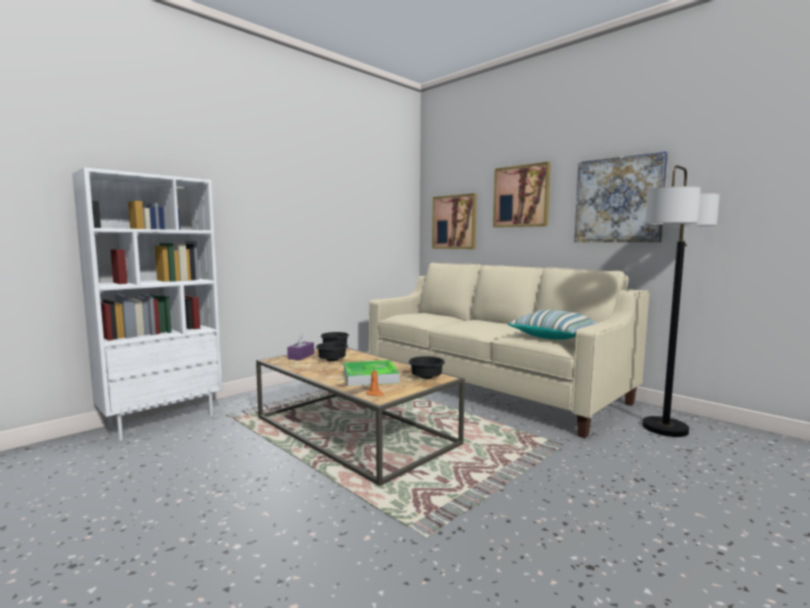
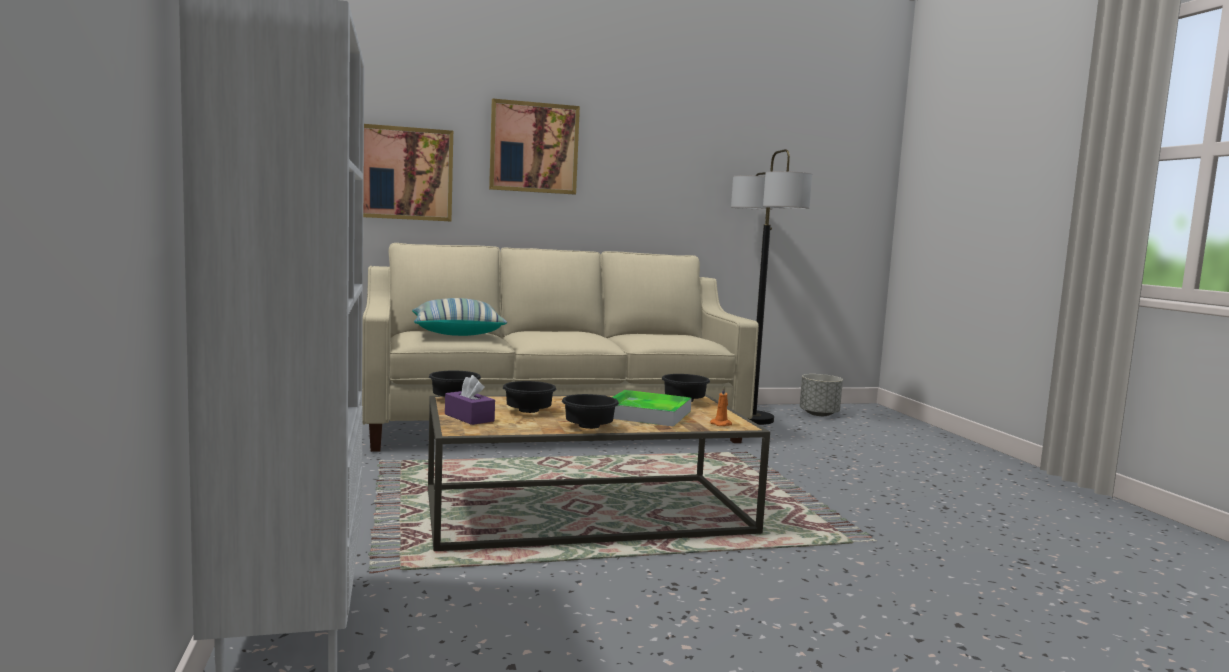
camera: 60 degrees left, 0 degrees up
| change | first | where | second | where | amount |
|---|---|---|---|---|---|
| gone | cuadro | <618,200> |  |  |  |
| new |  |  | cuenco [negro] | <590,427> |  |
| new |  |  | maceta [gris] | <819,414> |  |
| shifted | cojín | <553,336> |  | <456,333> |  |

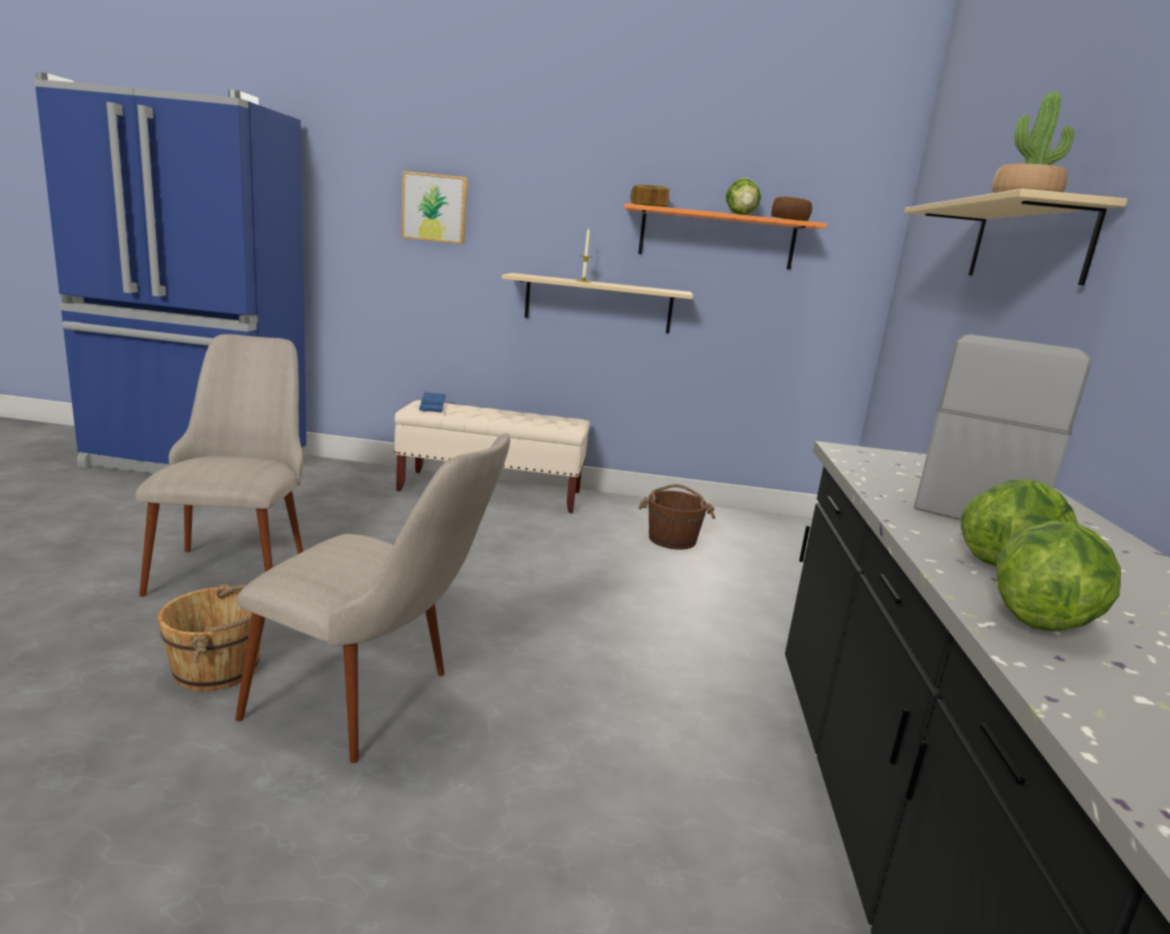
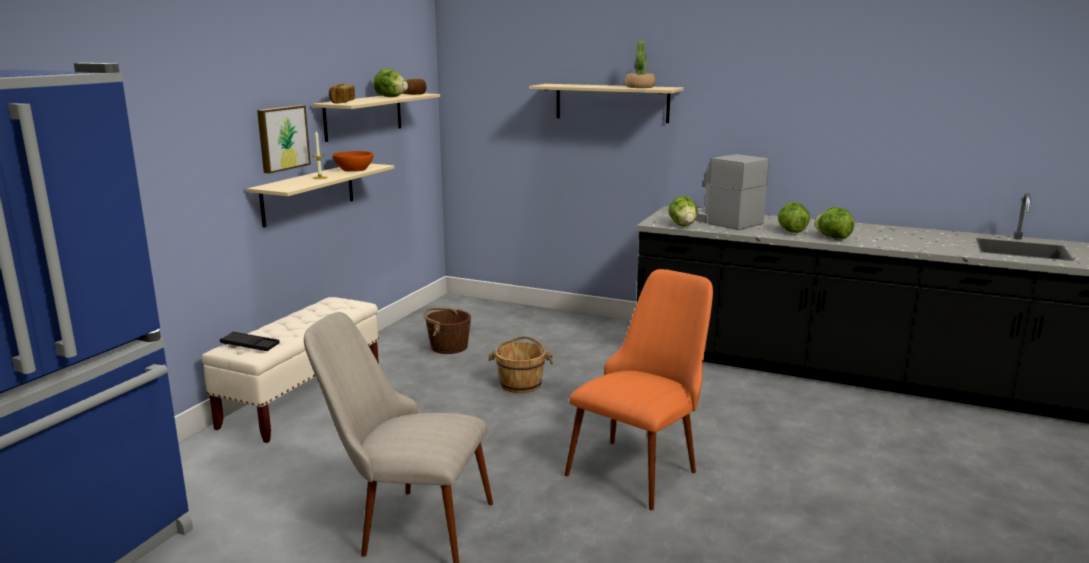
camera: 70 degrees left, 0 degrees up
| change | first | where | second | where | amount |
|---|---|---|---|---|---|
| new |  |  | cuenco [naranja] | <354,169> |  |
| new |  |  | lechuga | <683,225> |  |
| shifted | cubo [marrón] | <219,669> |  | <521,384> |  |
| shifted | cuadro | <435,208> |  | <282,138> |  |
| repainted | silla [beis] | <376,704> | silla [naranja] | <642,464> |  |
| repainted | bandeja [azul] | <432,406> | bandeja [negro] | <250,345> |  |
| repainted | estante [naranja] | <716,238> | estante [beis] | <363,116> |  |

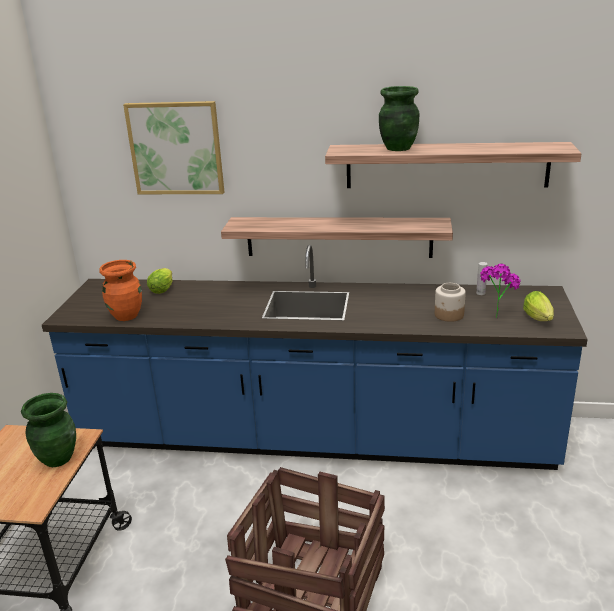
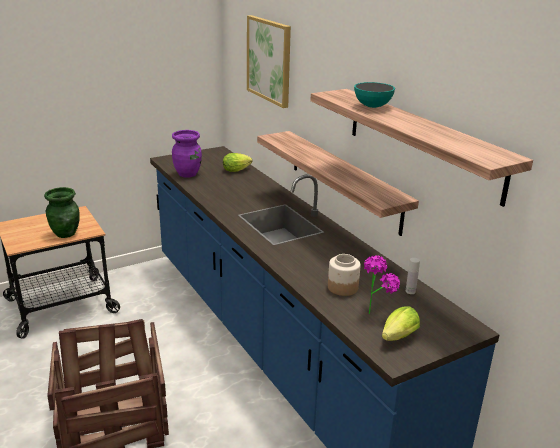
camera: 50 degrees right, 0 degrees up
| change | first | where | second | where | amount |
|---|---|---|---|---|---|
| swapped | florero [verde] | <397,148> | cuenco | <372,106> |  |
| repainted | florero [naranja] | <126,315> | florero [morado] | <188,174> |  |

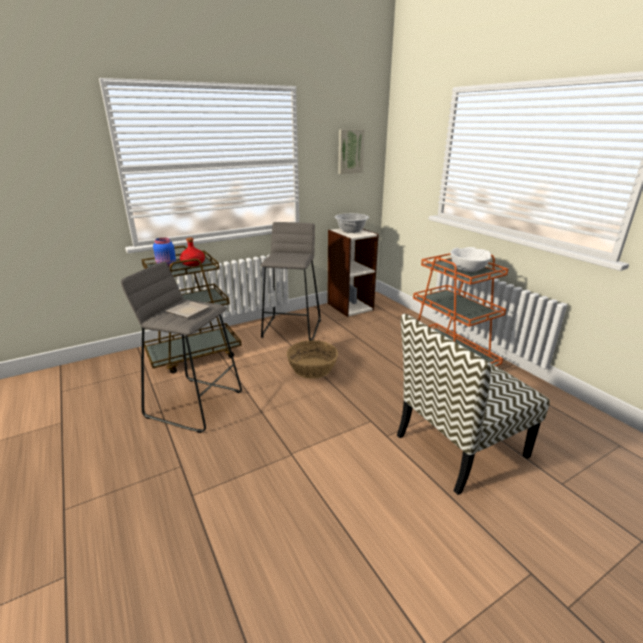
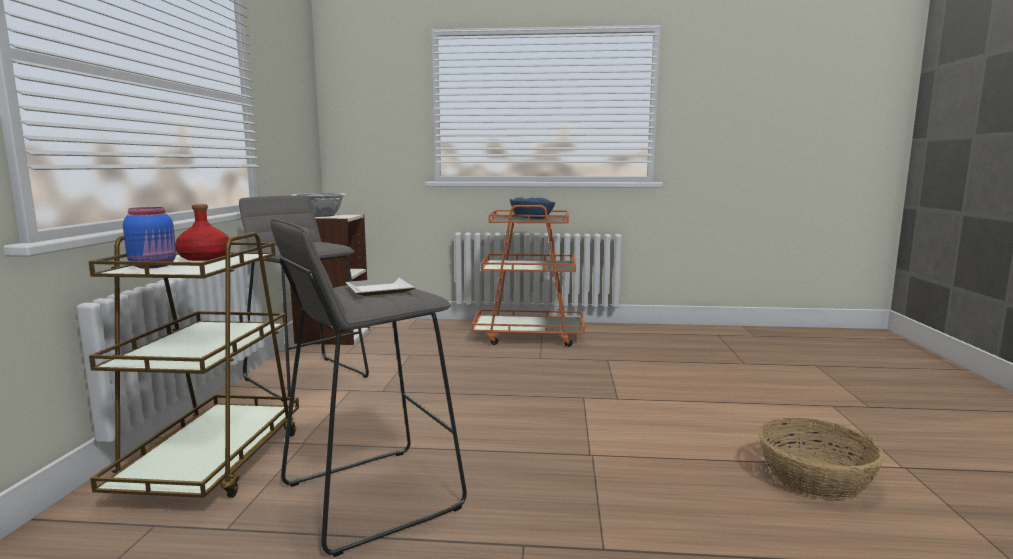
camera: 55 degrees left, 15 degrees down
| change | first | where | second | where | amount |
|---|---|---|---|---|---|
| gone | cuadro | <350,151> |  |  |  |
| gone | silla | <459,447> |  |  |  |
| shifted | cesta | <312,368> |  | <816,478> |  |
| repainted | cuenco [blanco] | <468,268> | cuenco [azul] | <532,218> |  |

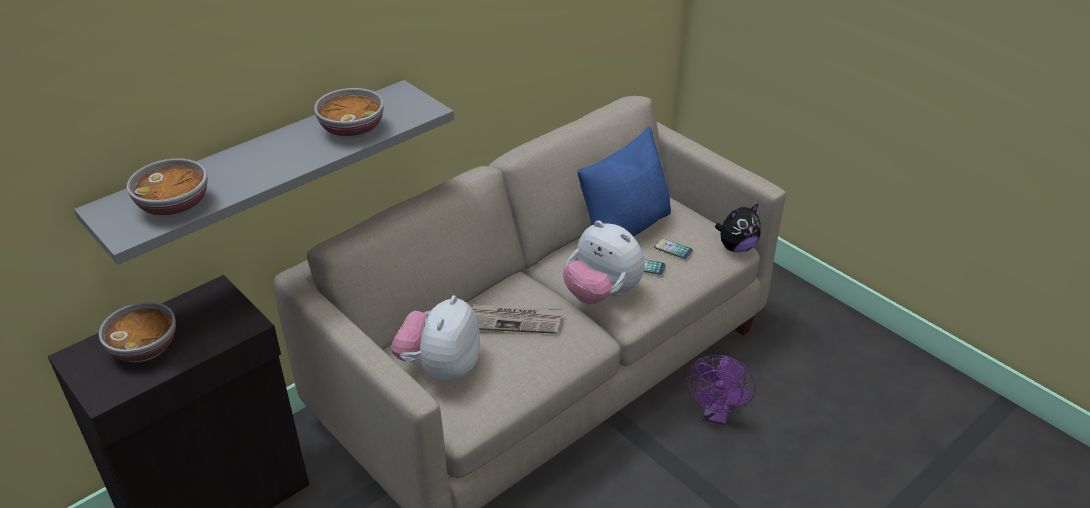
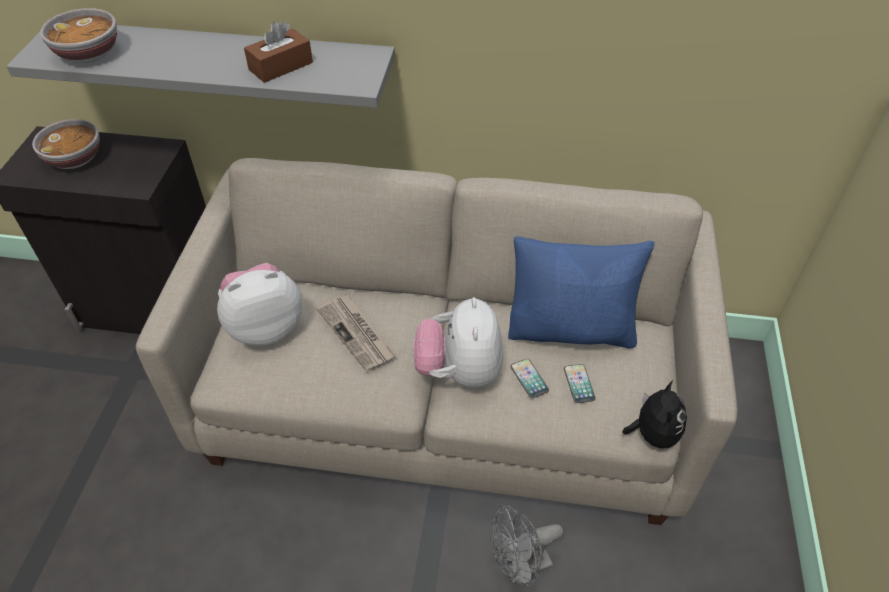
camera: 50 degrees right, 10 degrees up
| change | first | where | second | where | amount |
|---|---|---|---|---|---|
| swapped | cuenco | <352,129> | caja de pañuelos [marrón] | <281,66> |  |
| repainted | ventilador [morado] | <716,414> | ventilador [gris] | <519,567> |  |
| rotated | peluche | <736,247> |  | <652,434> | 105 degrees counterclockwise |

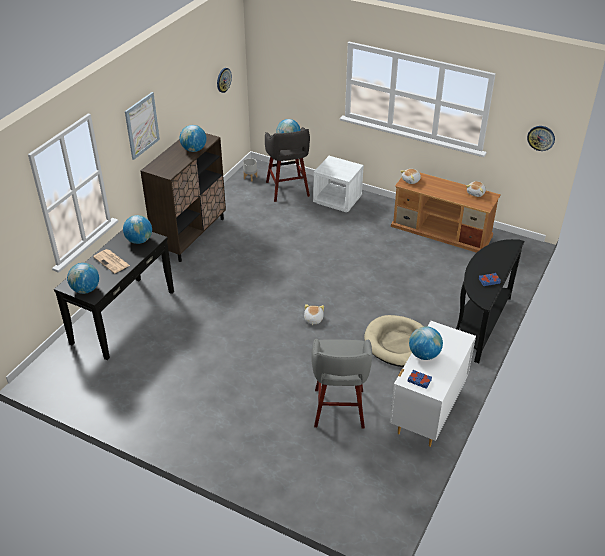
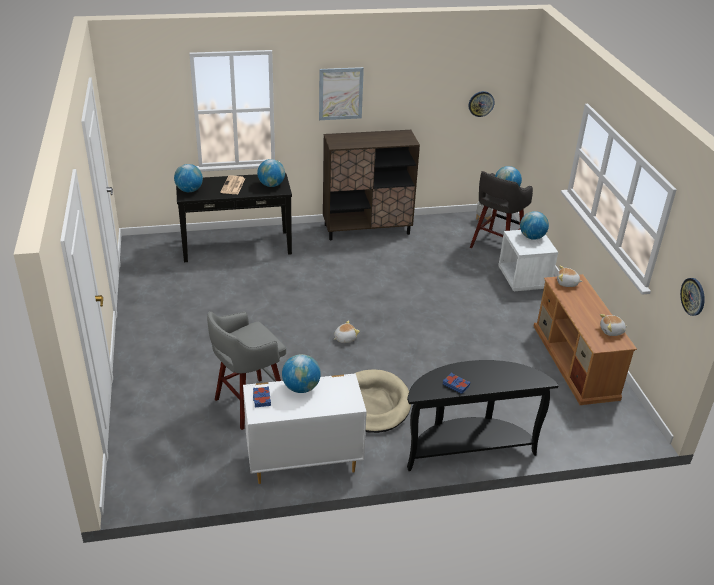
camera: 50 degrees right, 5 degrees down
| change | first | where | second | where | amount |
|---|---|---|---|---|---|
| shifted | globo terráqueo | <194,149> |  | <532,237> |  |

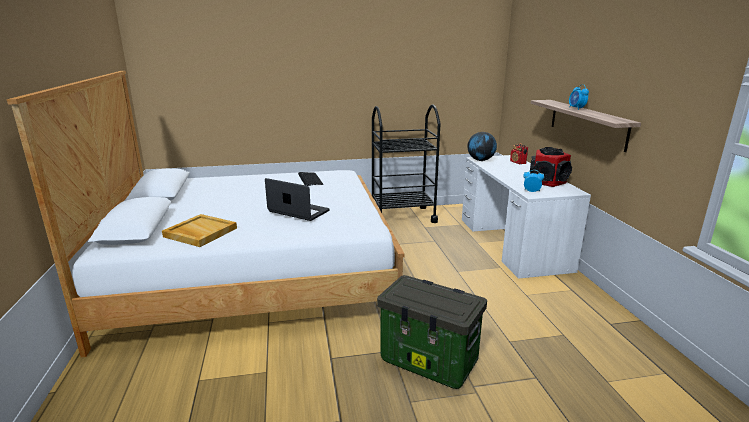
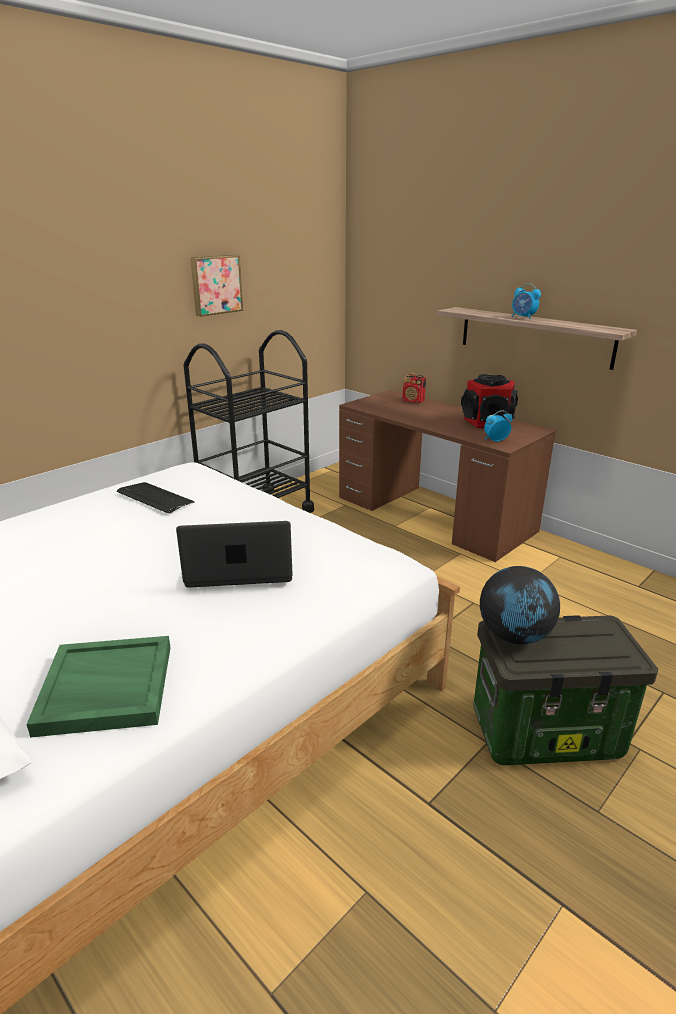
camera: 35 degrees left, 5 degrees up
| change | first | where | second | where | amount |
|---|---|---|---|---|---|
| new |  |  | cuadro | <215,285> |  |
| shifted | globo terráqueo | <481,160> |  | <514,636> |  |
| repainted | bandeja [beis] | <200,232> | bandeja [verde] | <105,689> |  |
| repainted | escritorio [blanco] | <512,243> | escritorio [marrón] | <433,514> |  |

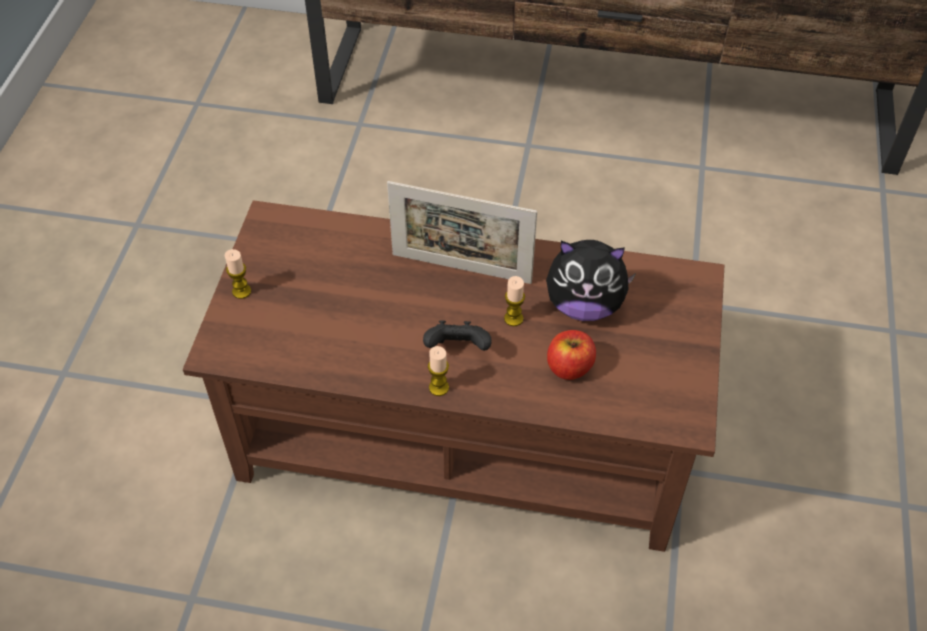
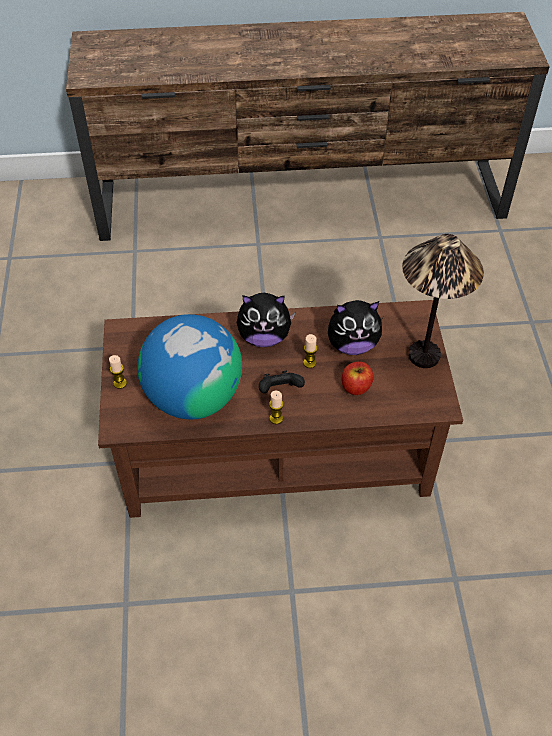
camera: 15 degrees left, 0 degrees up
| change | first | where | second | where | amount |
|---|---|---|---|---|---|
| new |  |  | globo terráqueo | <193,397> |  |
| new |  |  | lámpara de mesa | <424,356> |  |
| swapped | portarretratos | <461,268> | peluche | <264,337> |  |

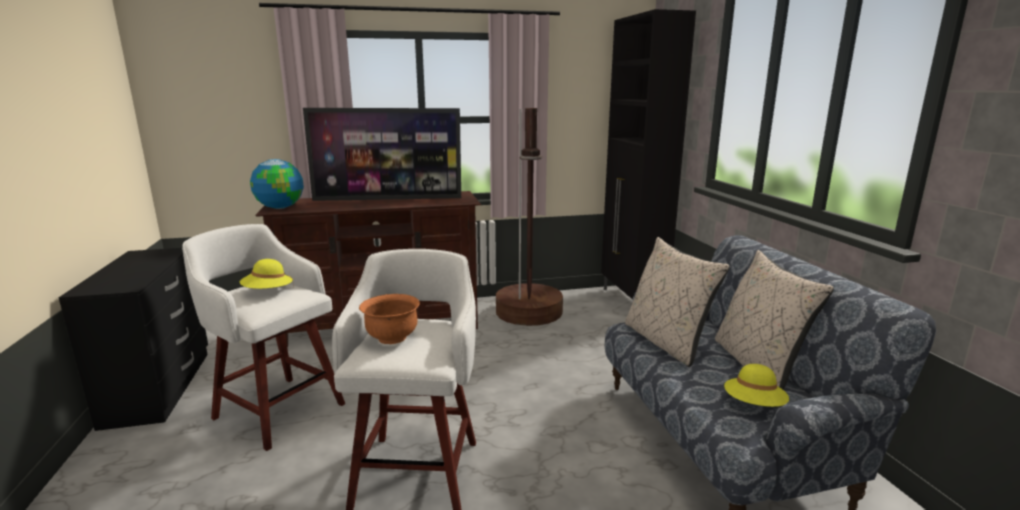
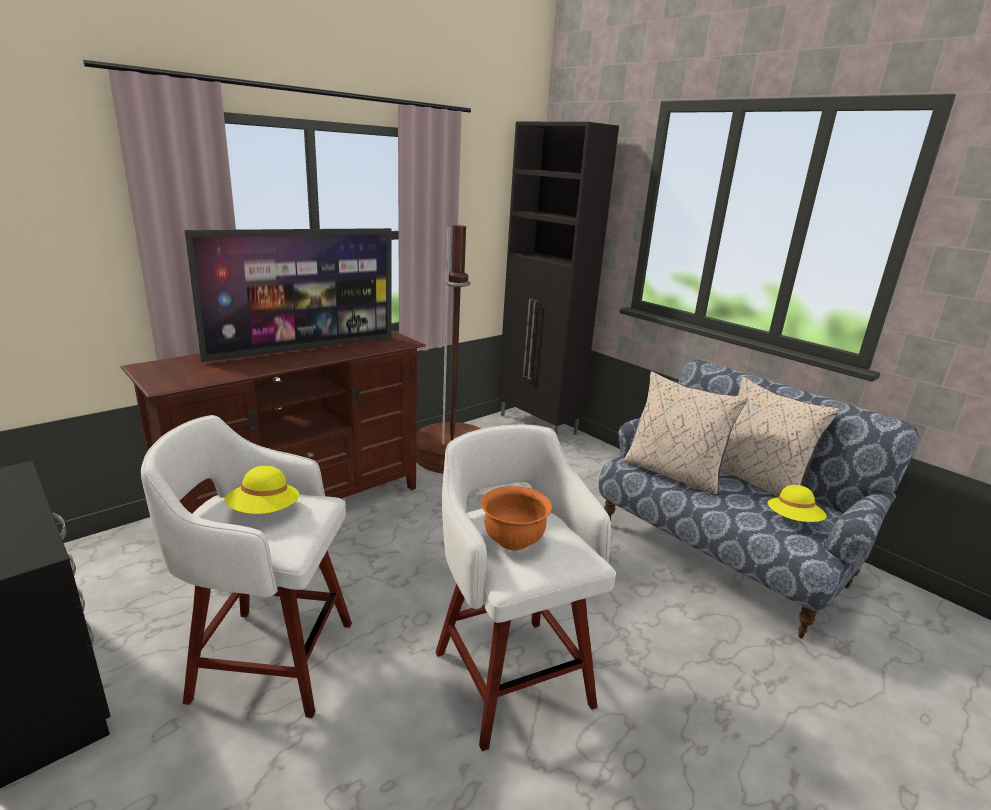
camera: 30 degrees left, 5 degrees up
| change | first | where | second | where | amount |
|---|---|---|---|---|---|
| gone | globo terráqueo | <279,207> |  |  |  |

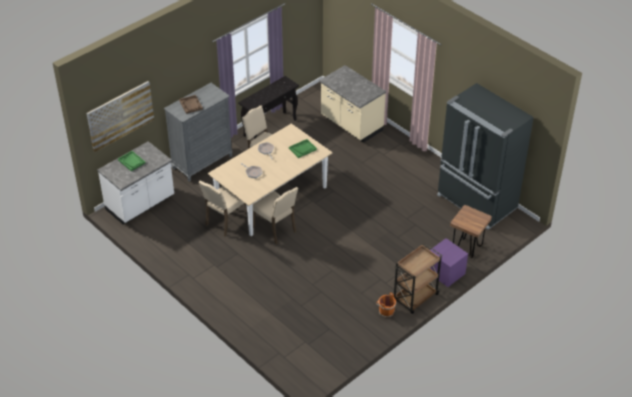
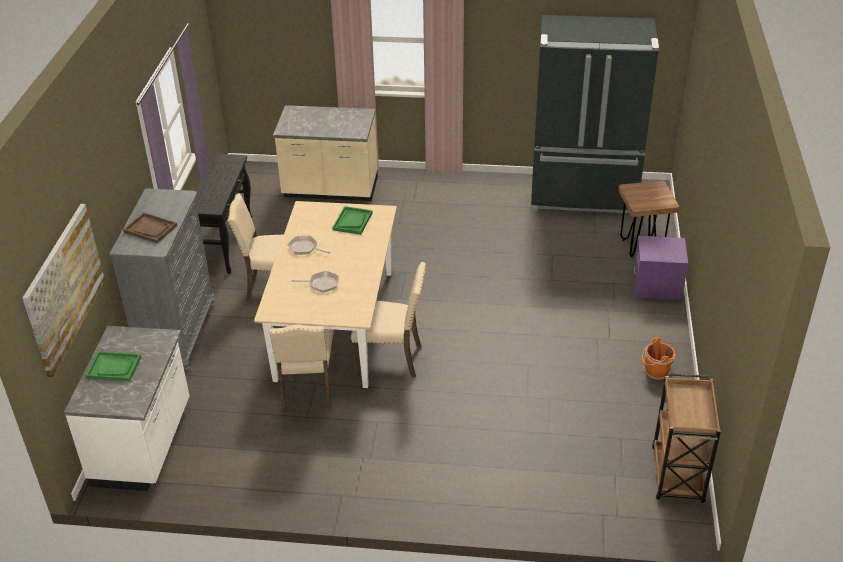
camera: 40 degrees left, 5 degrees down
| change | first | where | second | where | amount |
|---|---|---|---|---|---|
| shifted | carrito [marrón] | <415,298> |  | <677,476> |  |

